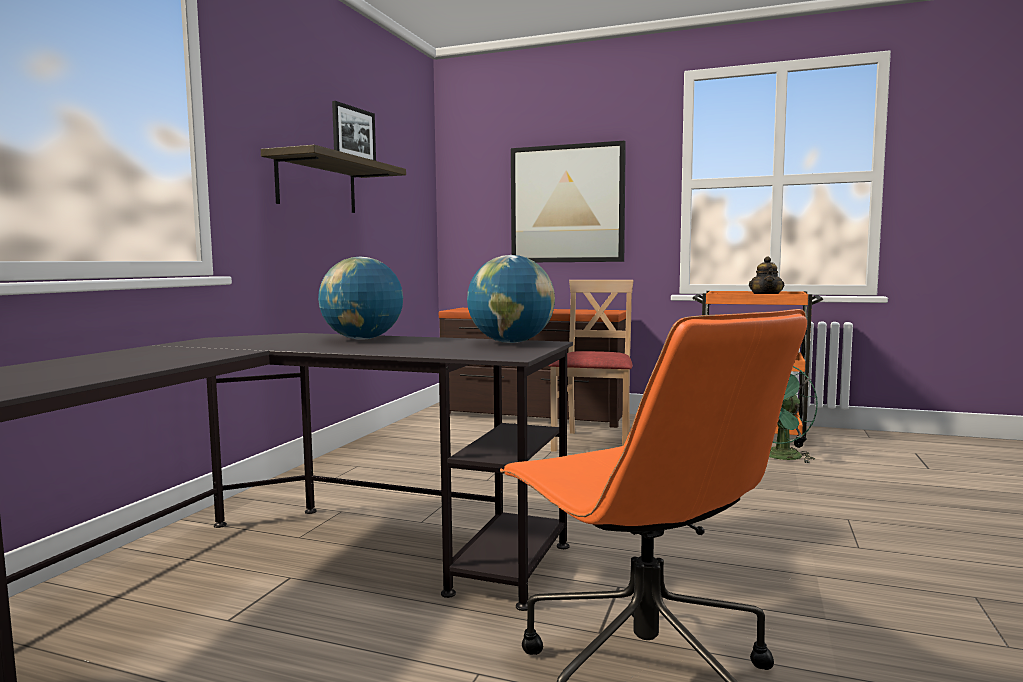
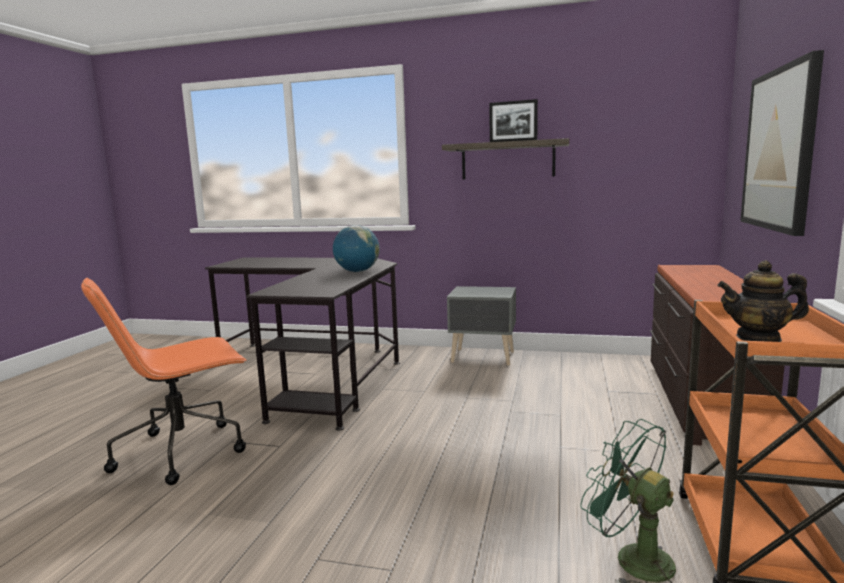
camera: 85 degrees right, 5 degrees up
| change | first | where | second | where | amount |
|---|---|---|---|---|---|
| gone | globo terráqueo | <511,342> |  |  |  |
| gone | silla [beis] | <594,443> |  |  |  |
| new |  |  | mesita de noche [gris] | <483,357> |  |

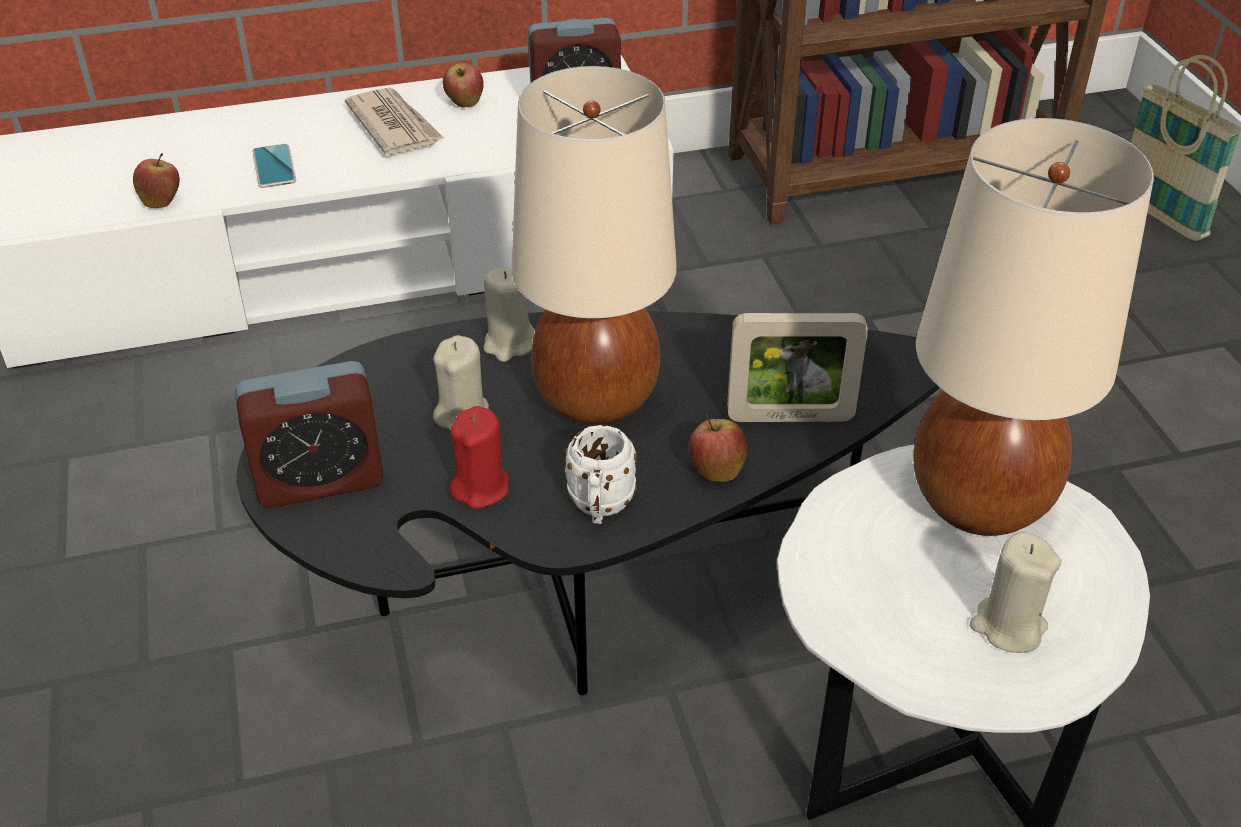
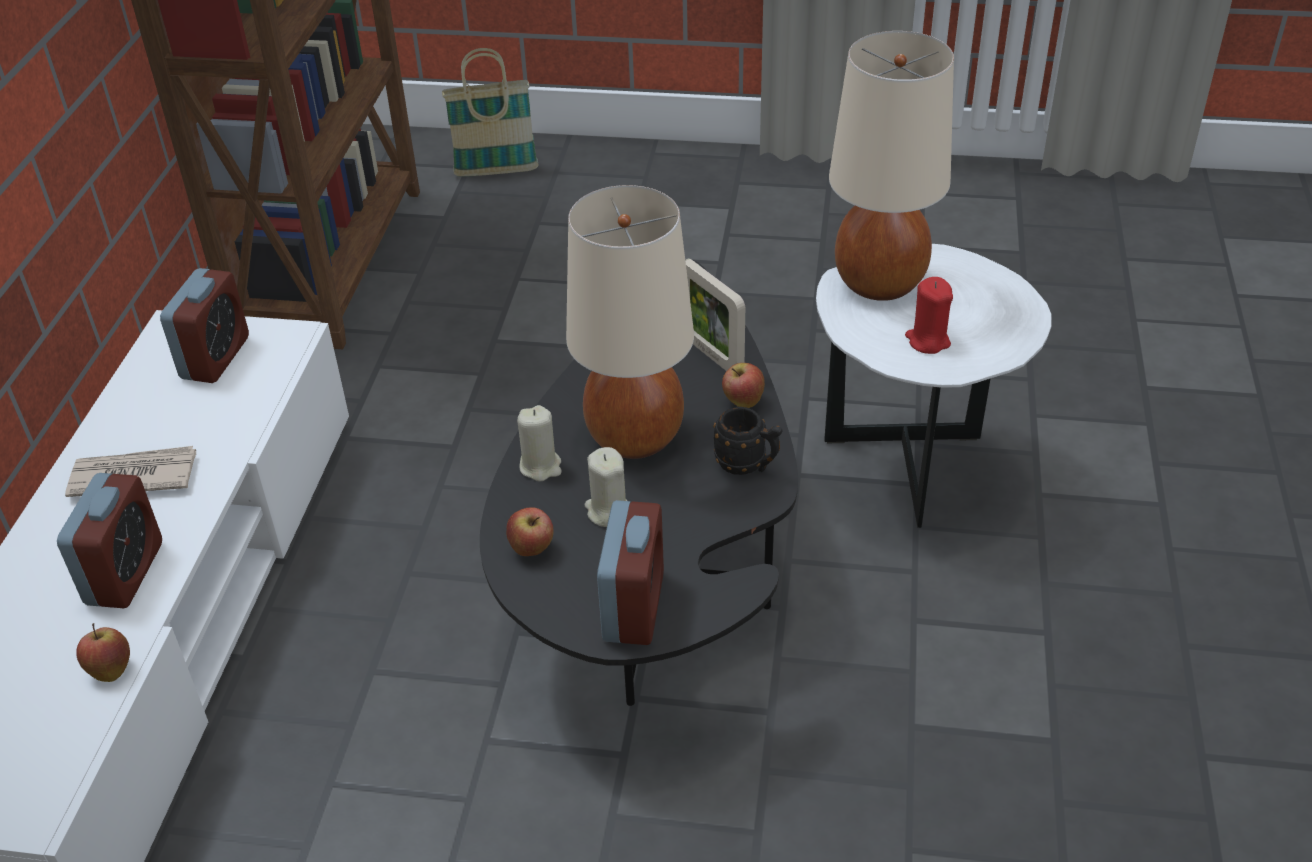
camera: 65 degrees left, 0 degrees up
| change | first | where | second | where | amount |
|---|---|---|---|---|---|
| gone | vela [beis] | <1008,626> |  |  |  |
| shifted | manzana | <465,104> |  | <532,549> |  |
| shifted | vela [rojo] | <480,488> |  | <927,341> |  |
| swapped | móvil | <274,167> | despertador | <125,573> |  |
| repainted | taza grande [blanco] | <600,507> | taza grande [negro] | <748,465> |  |
| rotated | portarretratos | <790,417> |  | <711,354> | 120 degrees clockwise |

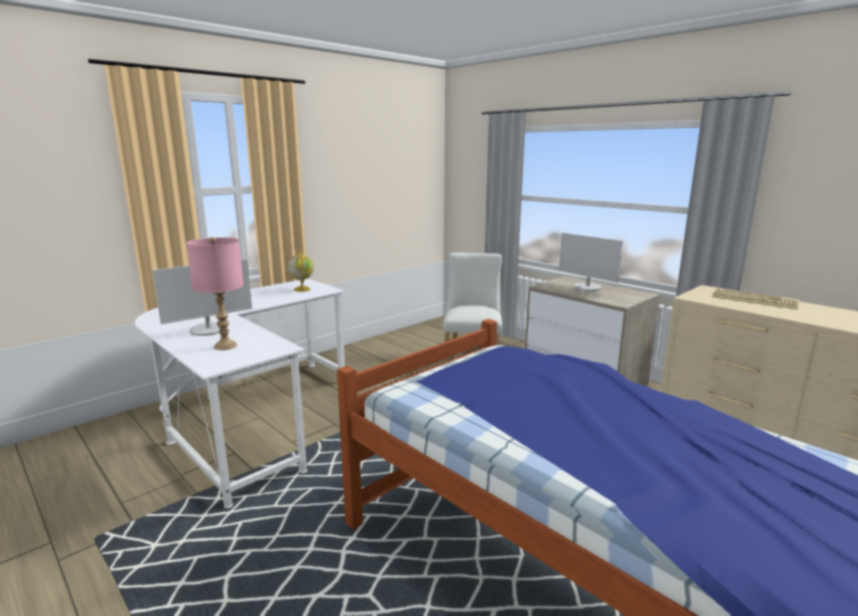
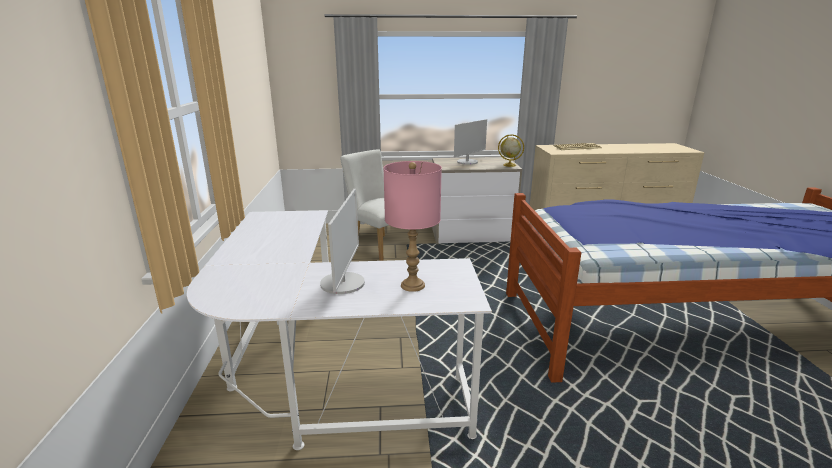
camera: 50 degrees left, 5 degrees up
| change | first | where | second | where | amount |
|---|---|---|---|---|---|
| shifted | globo terráqueo | <302,289> |  | <509,165> |  |
| rotated | monitor | <587,287> |  | <467,162> | 45 degrees counterclockwise |

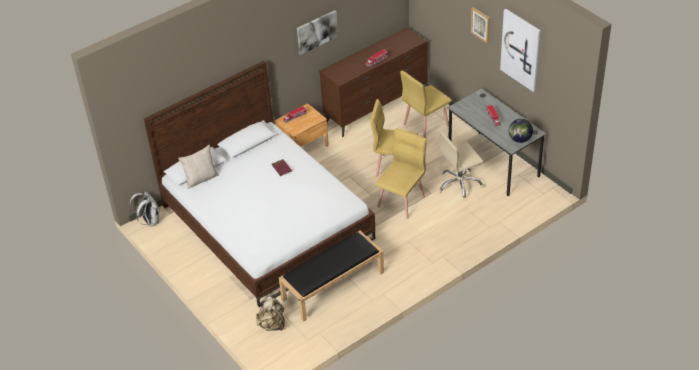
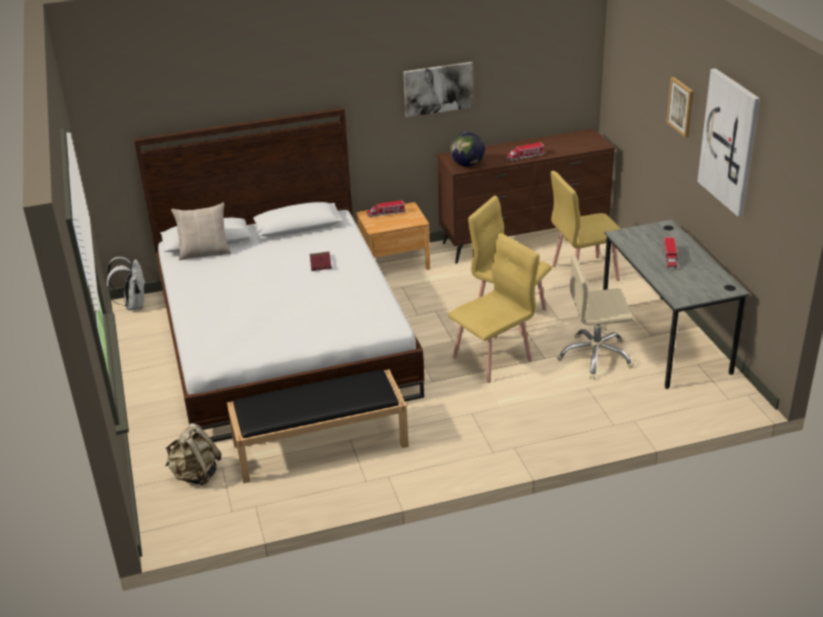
camera: 20 degrees right, 10 degrees down
| change | first | where | second | where | amount |
|---|---|---|---|---|---|
| shifted | globo terráqueo | <520,139> |  | <467,165> |  |

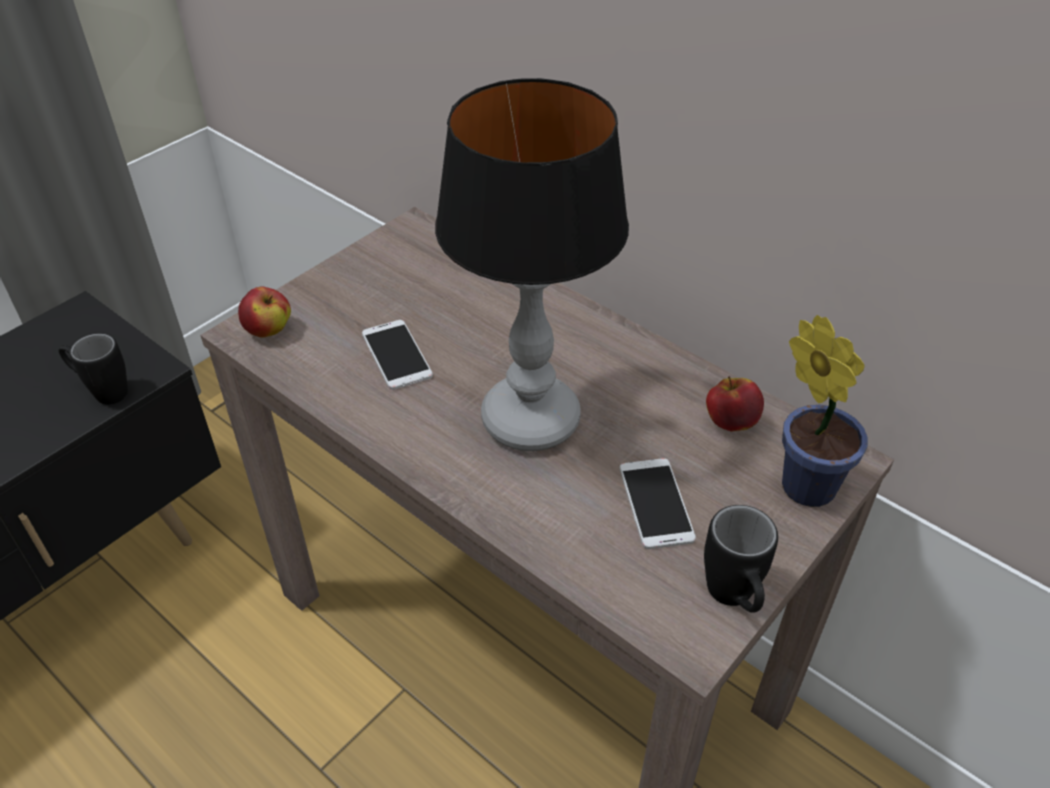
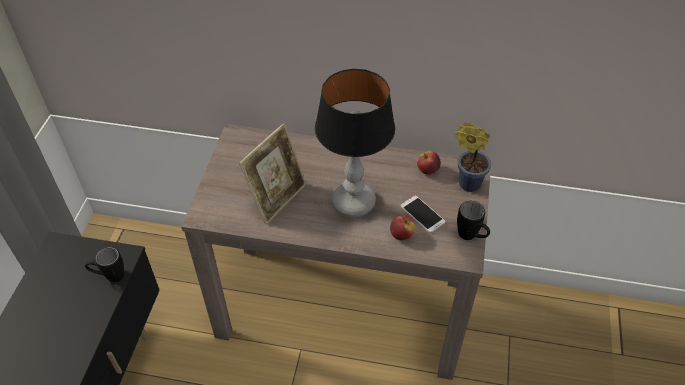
camera: 30 degrees left, 5 degrees up
| change | first | where | second | where | amount |
|---|---|---|---|---|---|
| shifted | manzana | <268,331> |  | <401,235> |  |
| swapped | móvil | <396,355> | portarretratos | <277,198> |  |

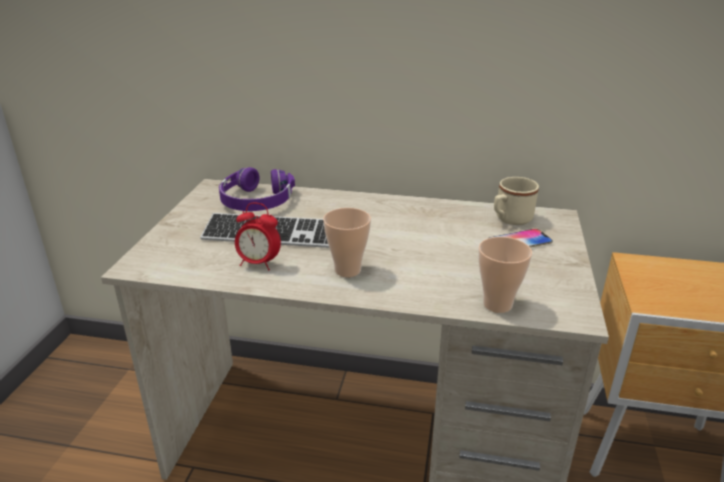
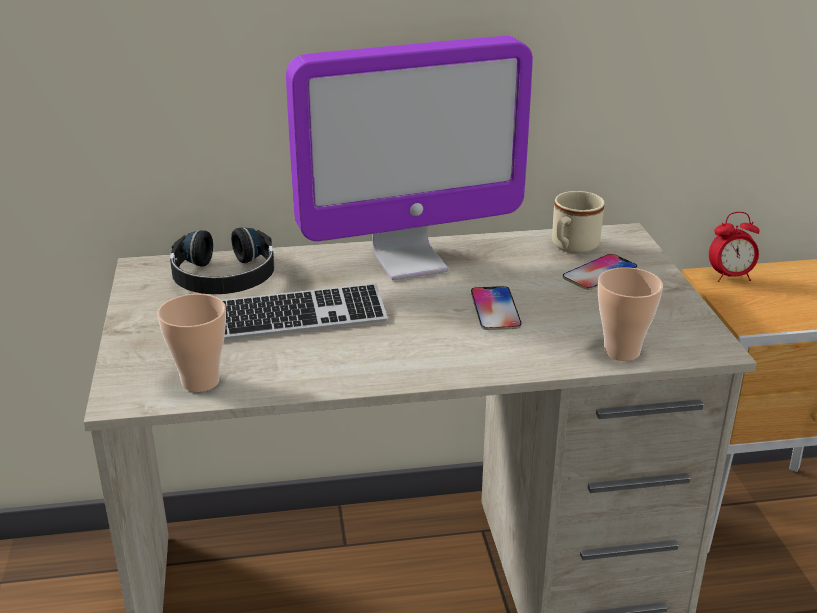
camera: 20 degrees left, 0 degrees up
| change | first | where | second | where | amount |
|---|---|---|---|---|---|
| new |  |  | monitor | <409,262> |  |
| new |  |  | móvil | <495,309> |  |
| shifted | despertador | <259,263> |  | <730,277> |  |
| shifted | taza | <347,270> |  | <200,382> |  |
| repainted | auriculares [morado] | <256,201> | auriculares [negro] | <224,277> |  |

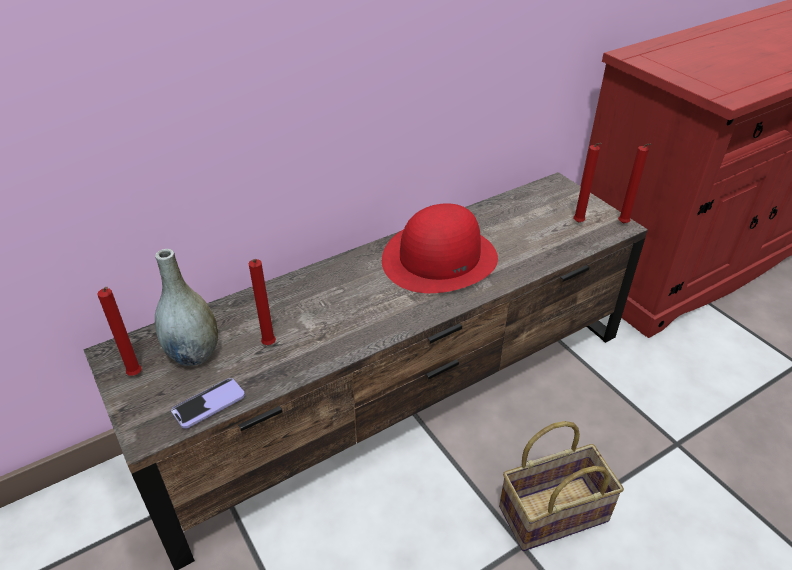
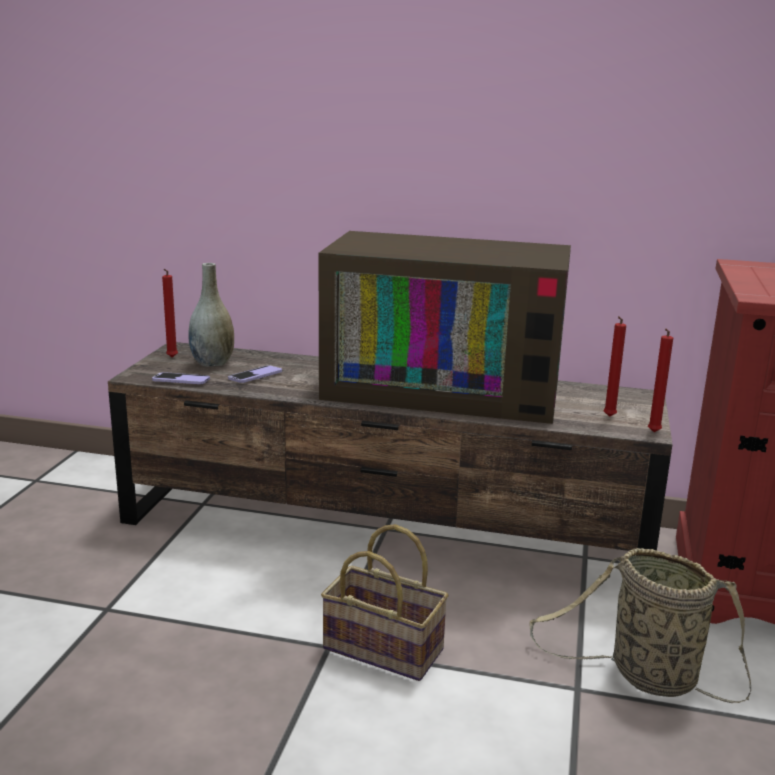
camera: 45 degrees right, 20 degrees down
| change | first | where | second | where | amount |
|---|---|---|---|---|---|
| new |  |  | cesta | <646,676> |  |
| swapped | vela [rojo] | <268,346> | móvil | <255,376> |  |
| swapped | sombrero [rojo] | <440,258> | televisor | <446,388> |  |

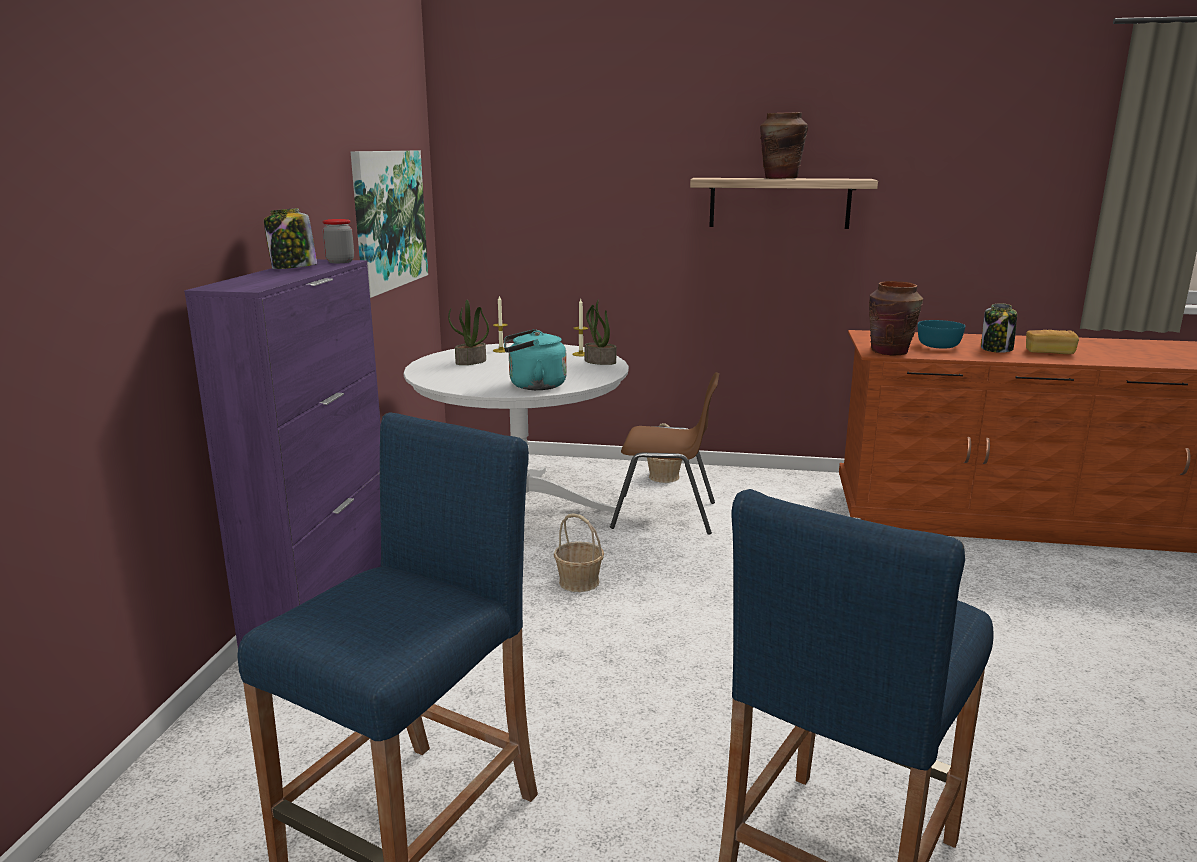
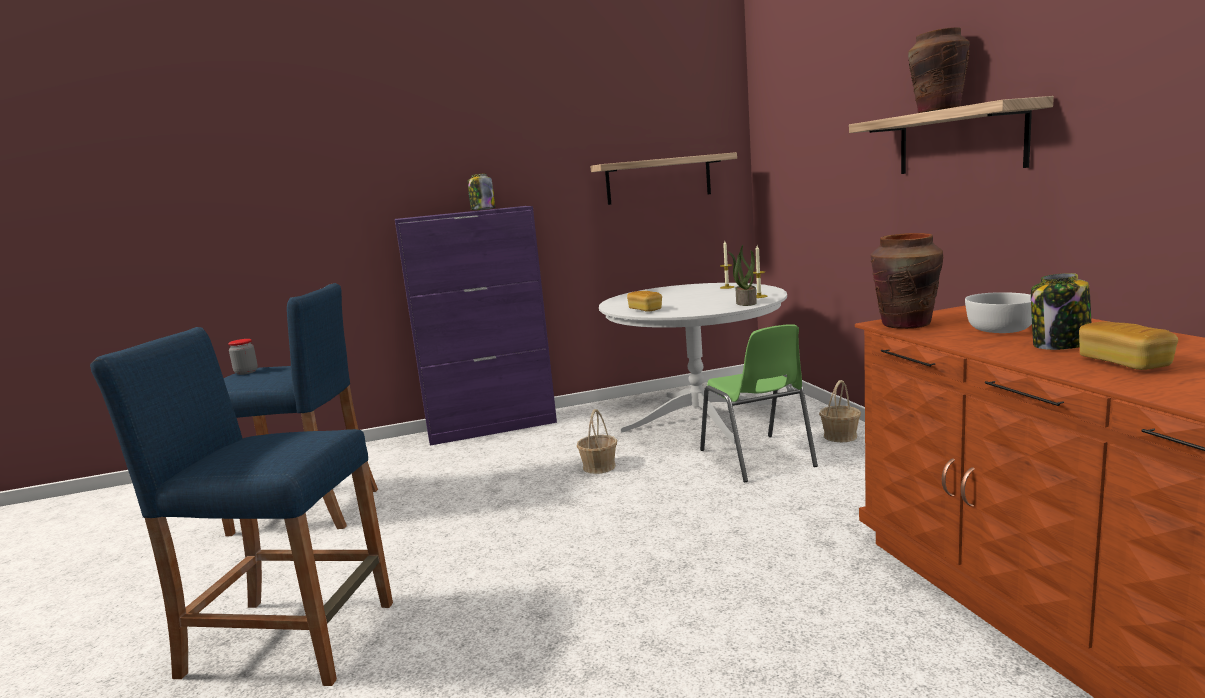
camera: 65 degrees right, 5 degrees down
| change | first | where | second | where | amount |
|---|---|---|---|---|---|
| gone | planta en maceta | <471,362> |  |  |  |
| shifted | tarro | <340,262> |  | <246,372> |  |
| swapped | cuadro | <388,219> | estante | <658,179> |  |
| swapped | hervidor [turquesa] | <533,386> | pan | <645,309> |  |
| repainted | silla [marrón] | <666,515> | silla [verde] | <757,459> |  |
| repainted | cuenco [turquesa] | <938,345> | cuenco [blanco] | <1000,329> |  |

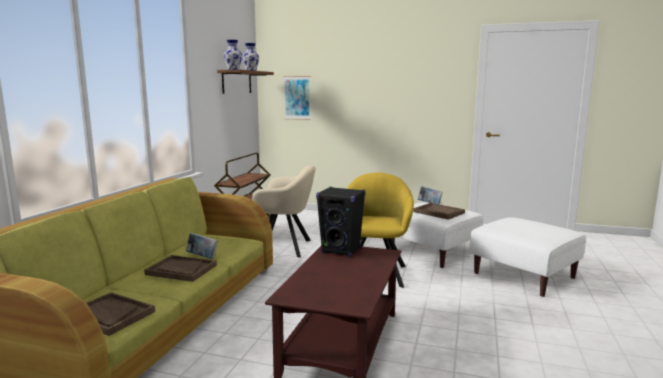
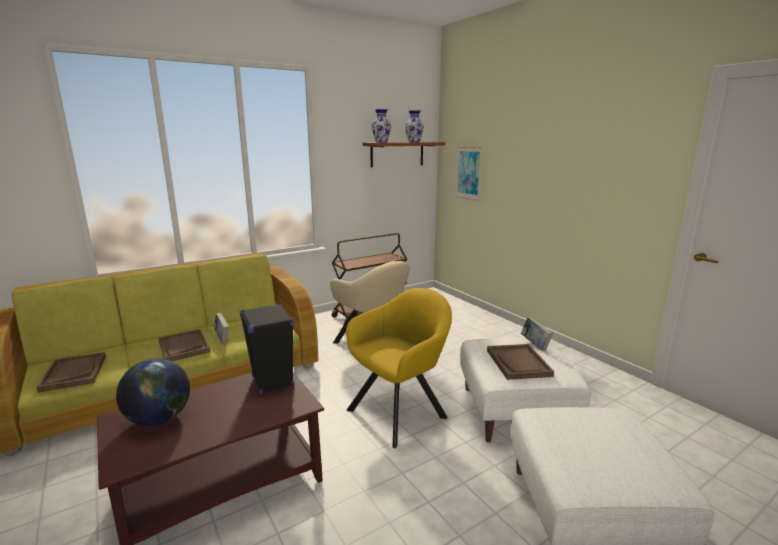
camera: 40 degrees right, 5 degrees up
| change | first | where | second | where | amount |
|---|---|---|---|---|---|
| new |  |  | globo terráqueo | <159,418> |  |

